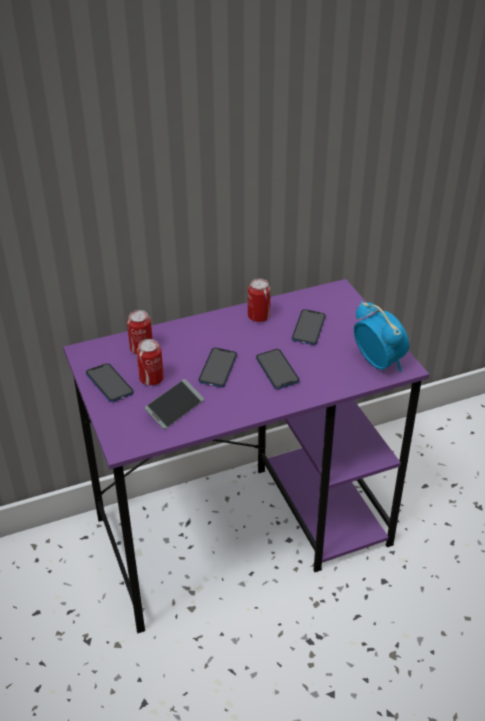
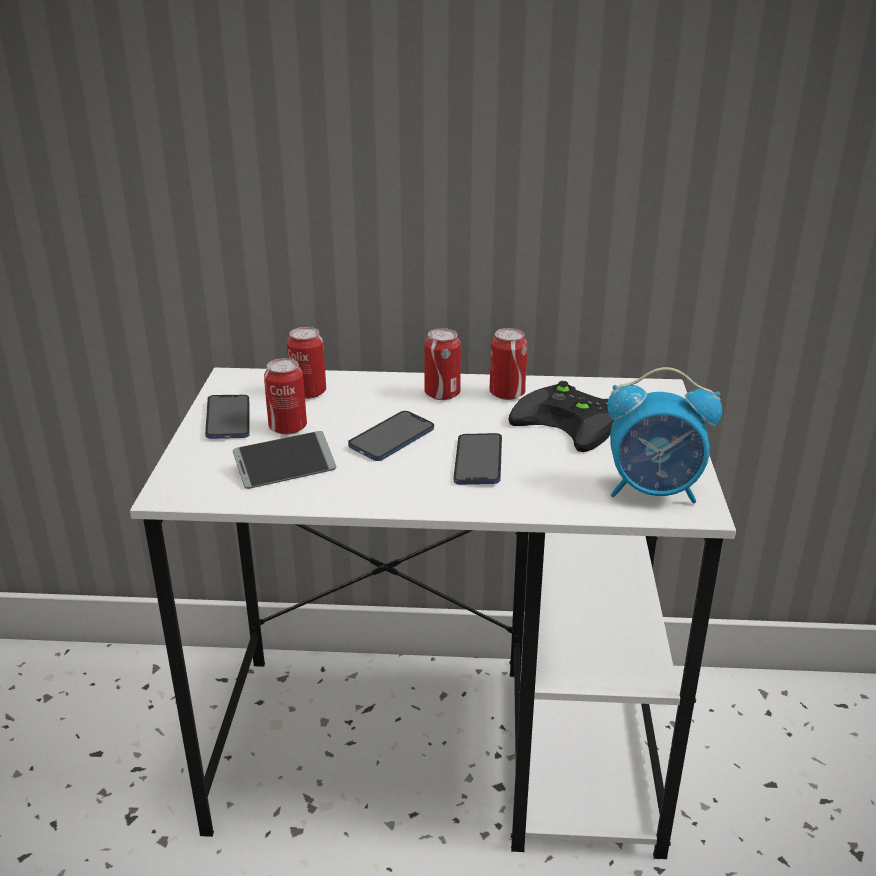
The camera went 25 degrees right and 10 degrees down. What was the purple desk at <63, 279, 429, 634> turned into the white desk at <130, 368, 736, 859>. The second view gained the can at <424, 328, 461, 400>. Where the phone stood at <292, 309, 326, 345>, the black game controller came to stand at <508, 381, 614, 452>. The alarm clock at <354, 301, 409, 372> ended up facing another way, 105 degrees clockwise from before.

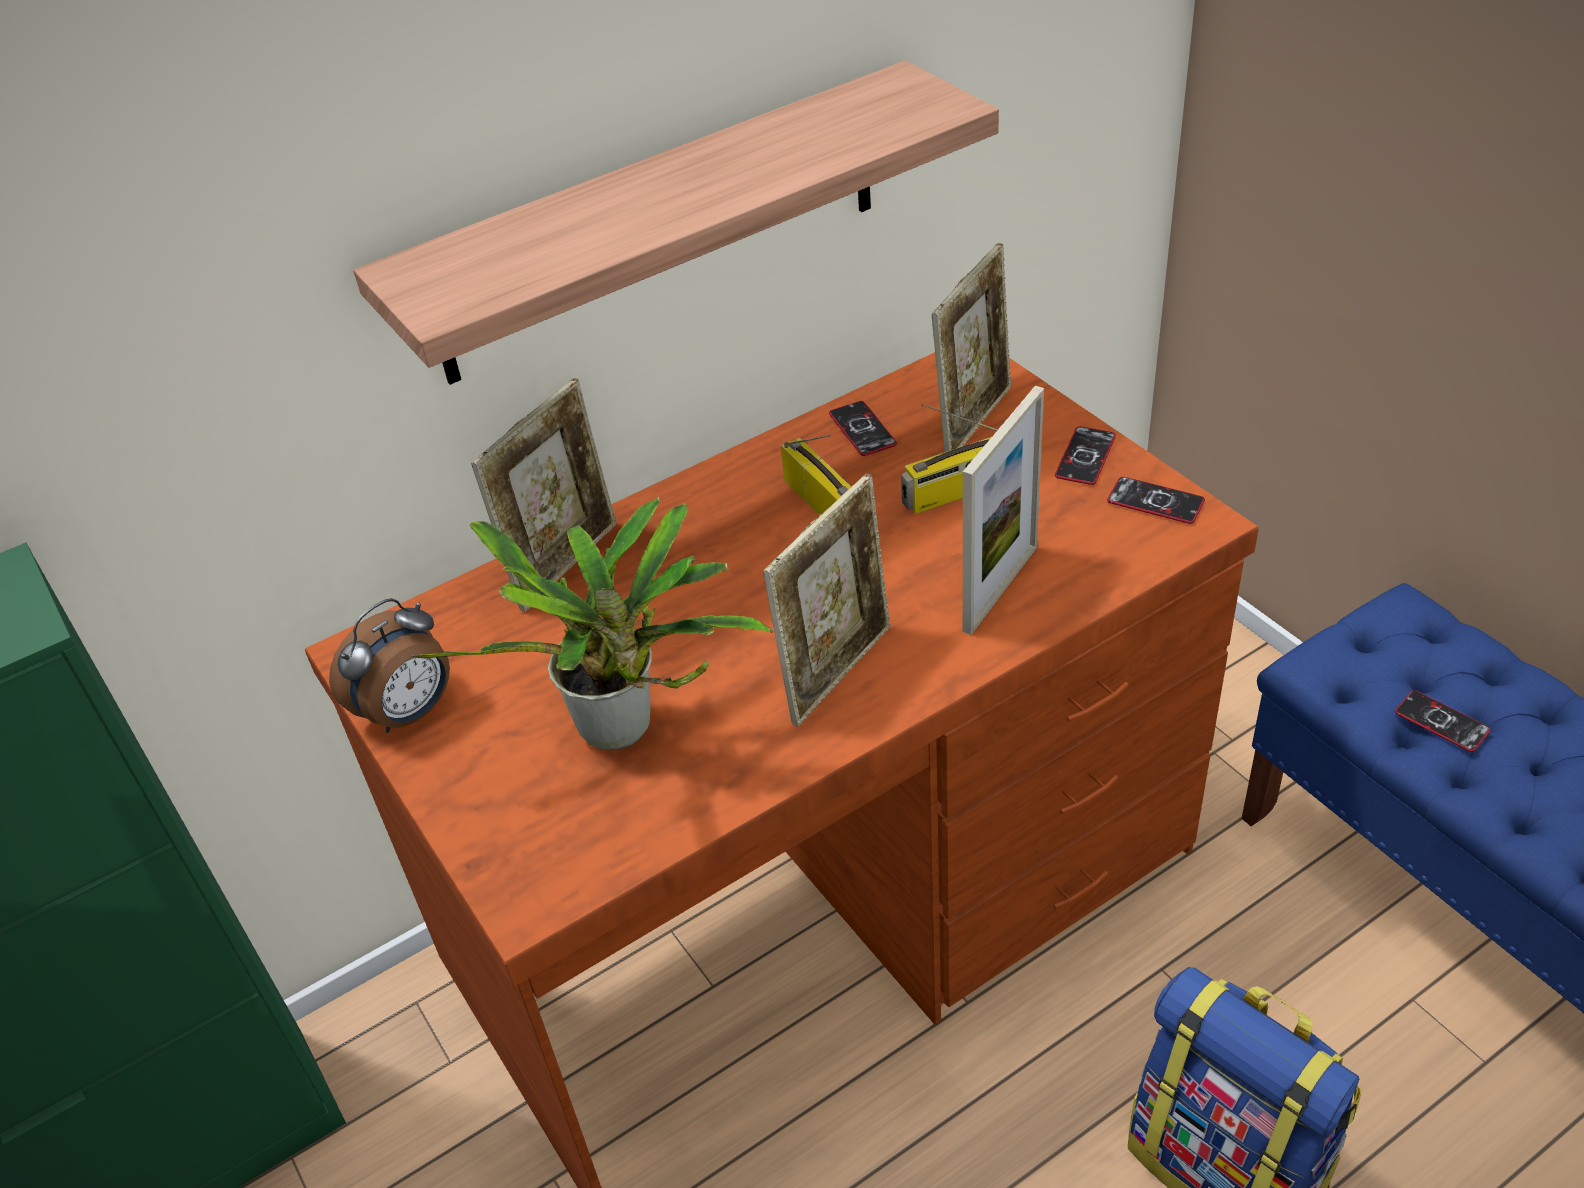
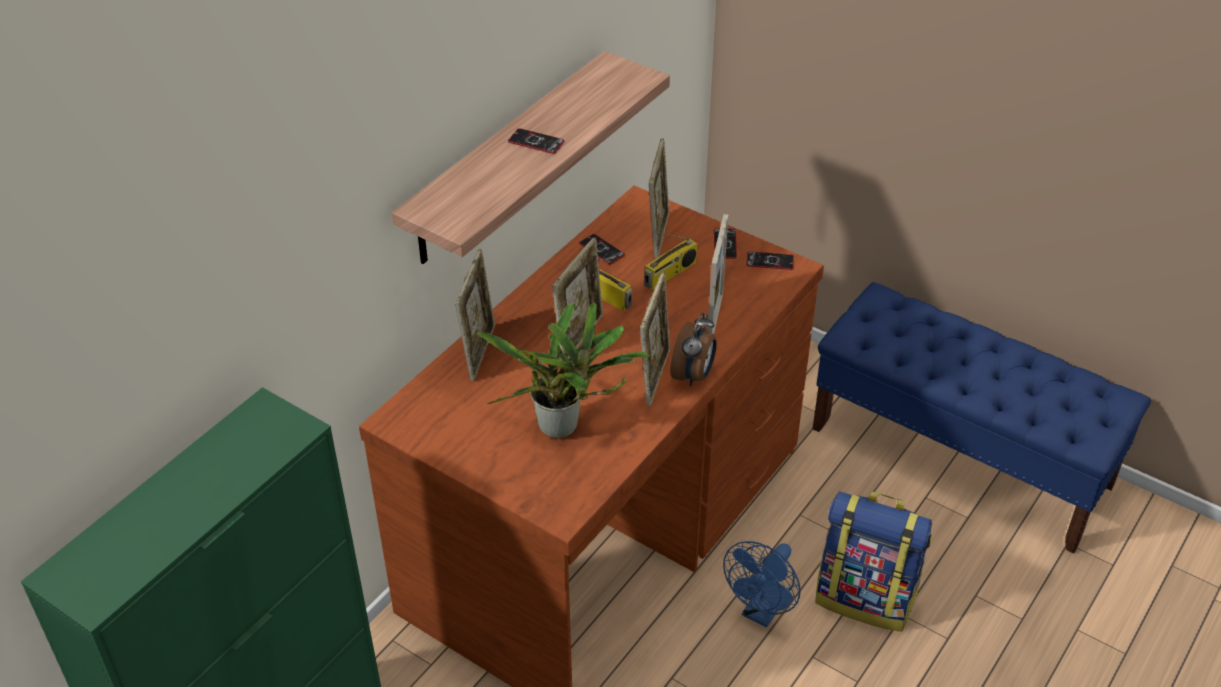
The camera went 25 degrees left and 0 degrees up. The phone ended up elsewhere, having gone from <1395, 690, 1491, 752> to <508, 128, 564, 154>. The second view gained the picture frame at <552, 237, 603, 360>. The alarm clock ended up elsewhere, having gone from <329, 598, 450, 733> to <670, 313, 717, 386>. The second view gained the blue fan at <723, 541, 801, 628>.

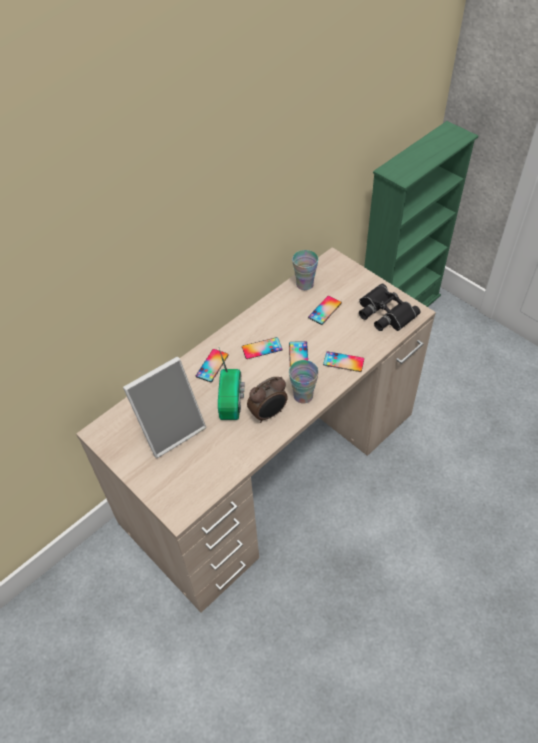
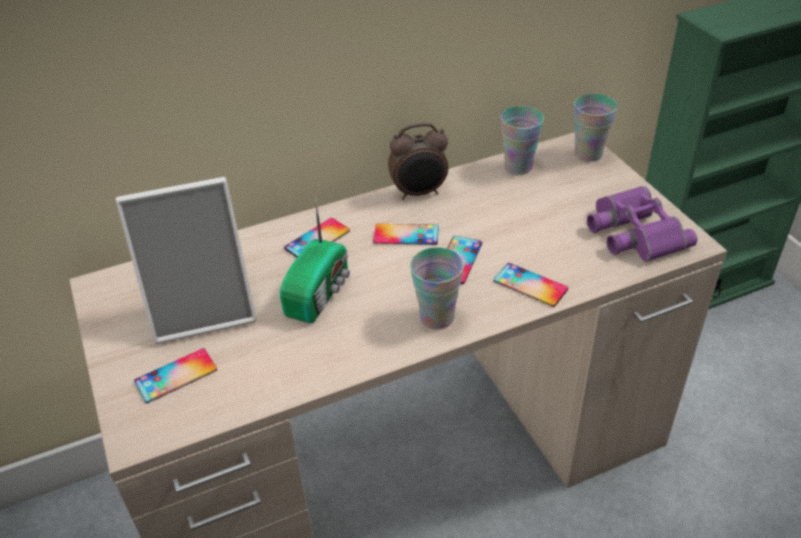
The camera went 20 degrees right and 10 degrees down. The phone ended up elsewhere, having gone from <308, 296, 342, 325> to <134, 348, 217, 403>. The alarm clock ended up elsewhere, having gone from <247, 377, 288, 423> to <388, 122, 448, 200>. The second view gained the cup at <574, 94, 617, 162>. What was the black binoculars at <359, 283, 421, 331> turned into the purple binoculars at <587, 186, 697, 262>.

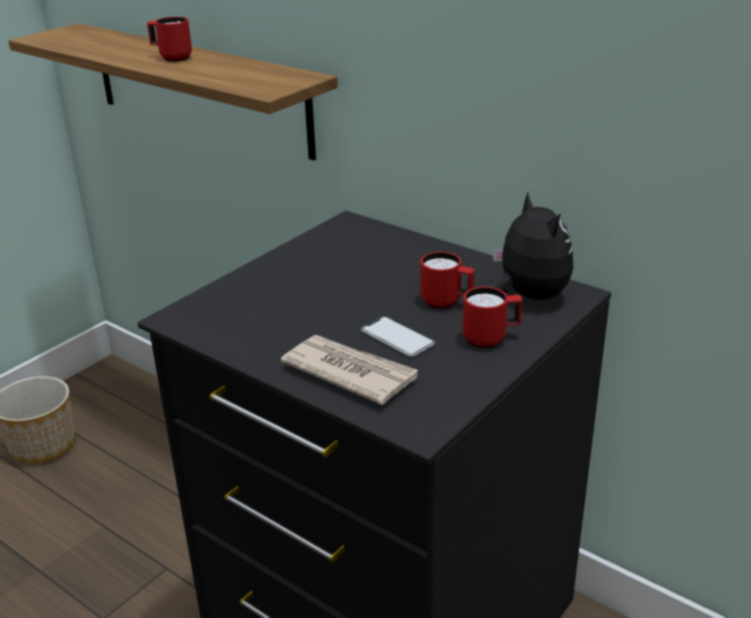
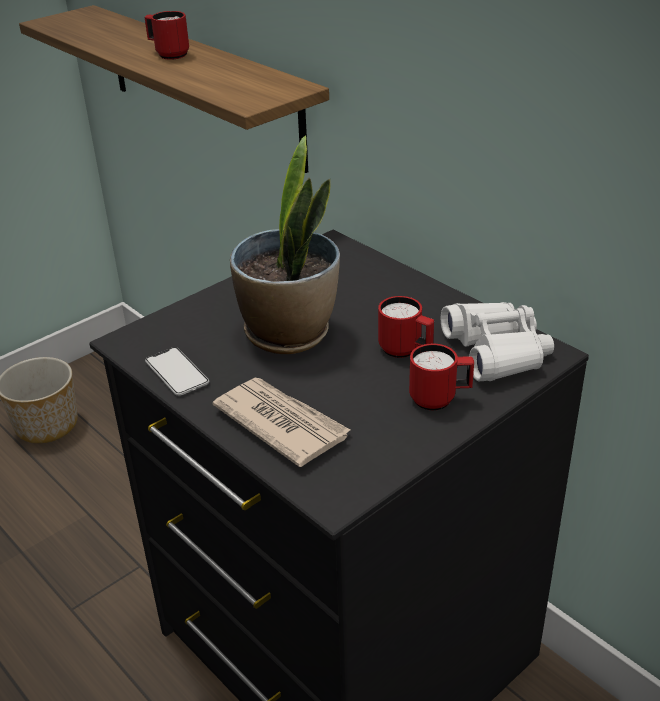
The camera went 10 degrees right and 5 degrees up. The phone ended up elsewhere, having gone from <361, 316, 435, 357> to <145, 347, 209, 396>. The second view gained the potted plant at <230, 135, 340, 354>. Where the plush toy stood at <493, 192, 573, 300>, the white binoculars came to stand at <440, 302, 554, 381>.

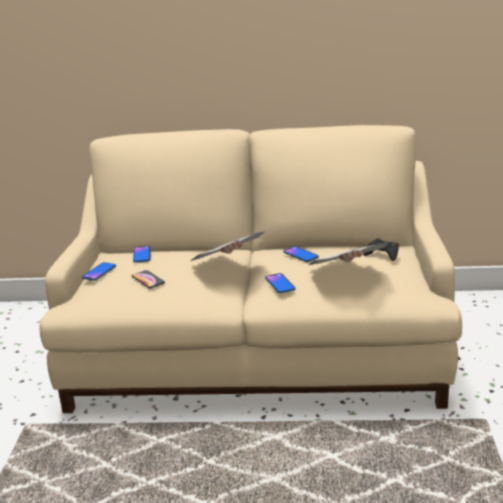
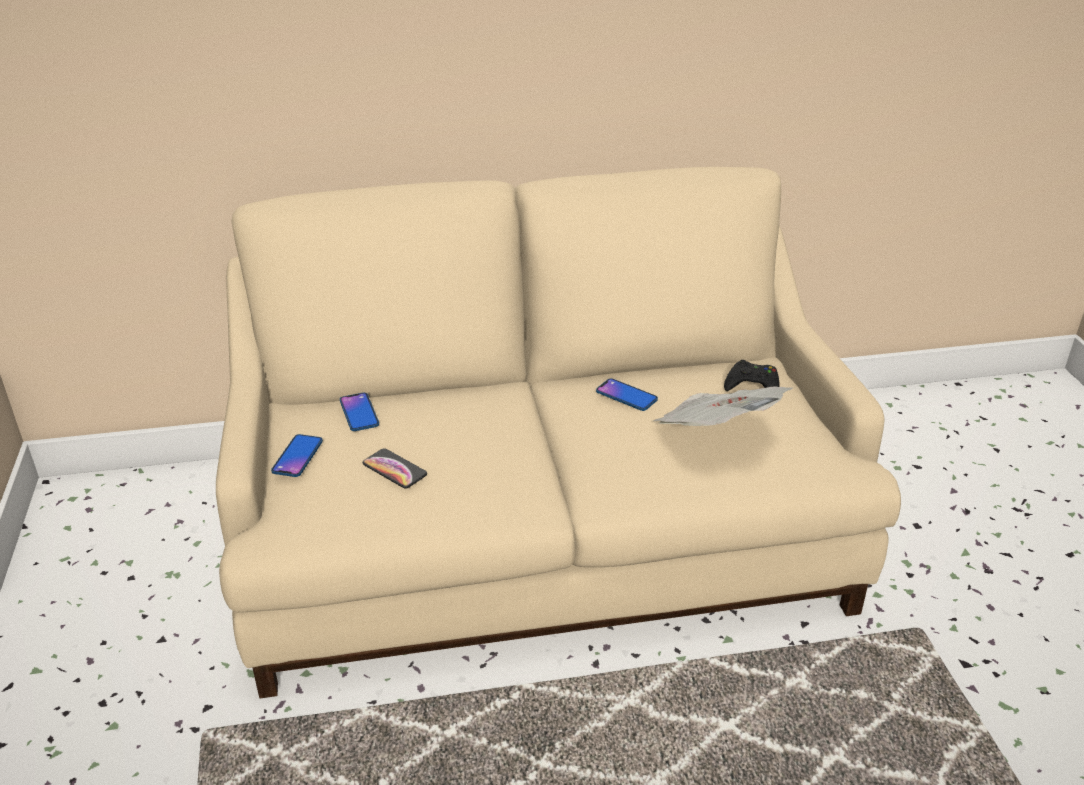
The camera went 15 degrees left and 10 degrees up. The second view lost the newspaper at <192, 232, 264, 261>. The second view lost the phone at <265, 273, 295, 293>.

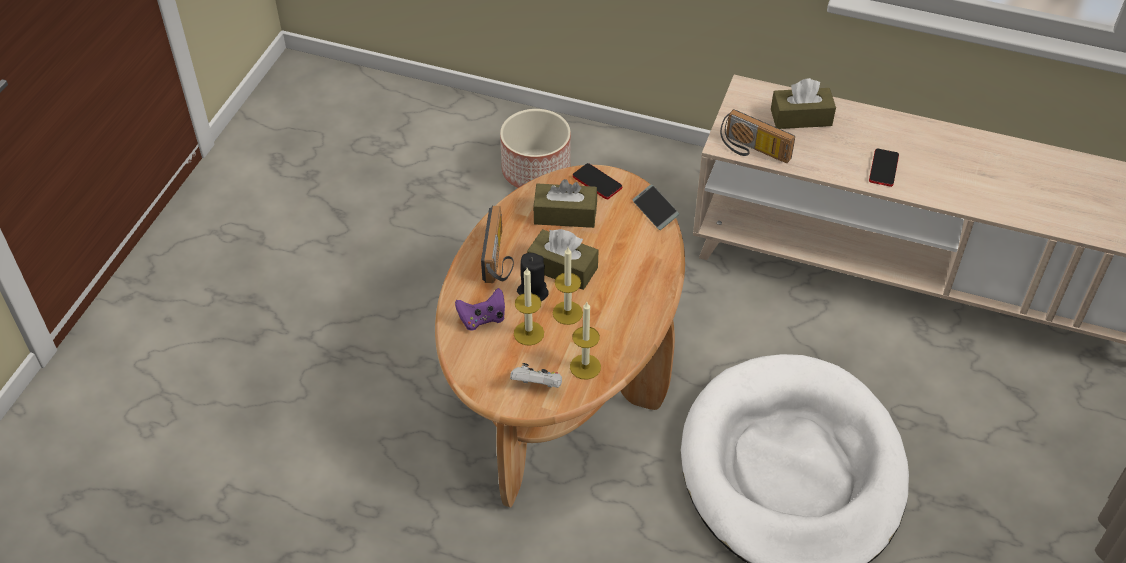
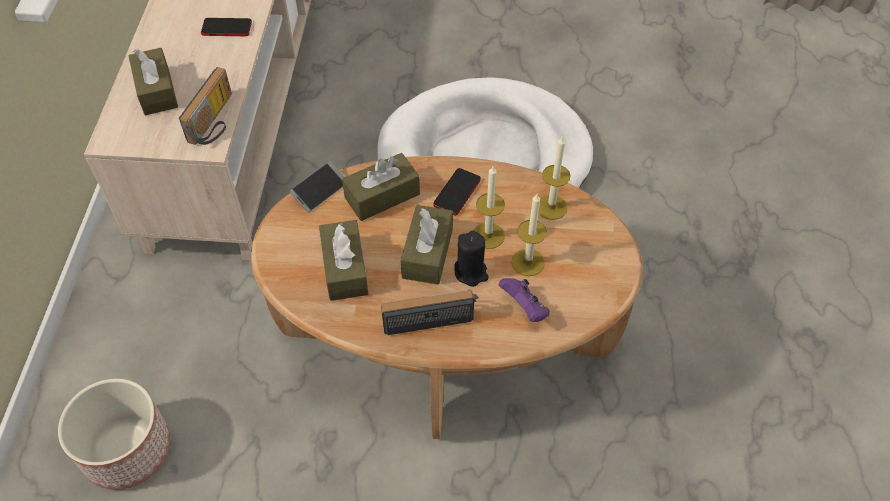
The camera went 105 degrees left and 5 degrees up. The second view gained the brown tissue box at <342, 153, 420, 221>. The phone ended up elsewhere, having gone from <573, 163, 622, 199> to <433, 168, 481, 216>. The second view lost the white game controller at <510, 363, 562, 388>.

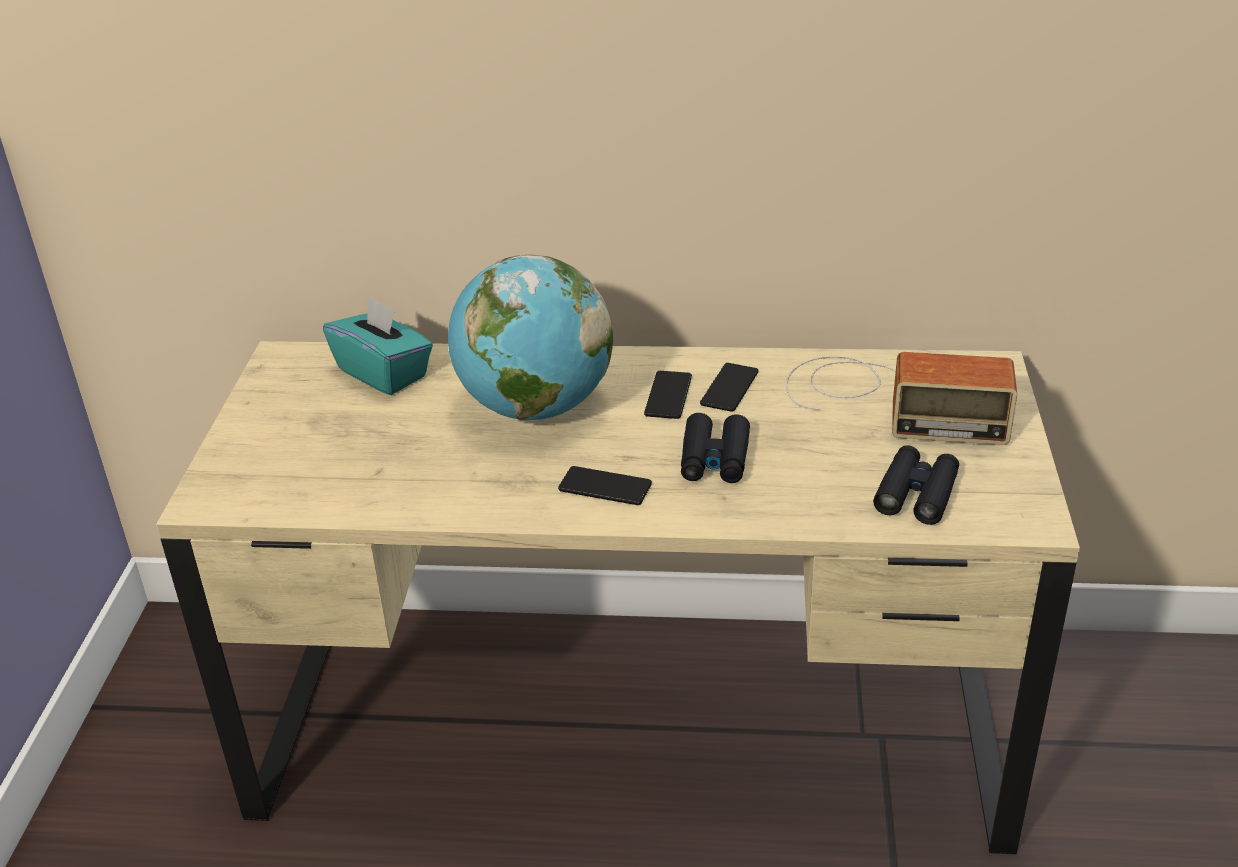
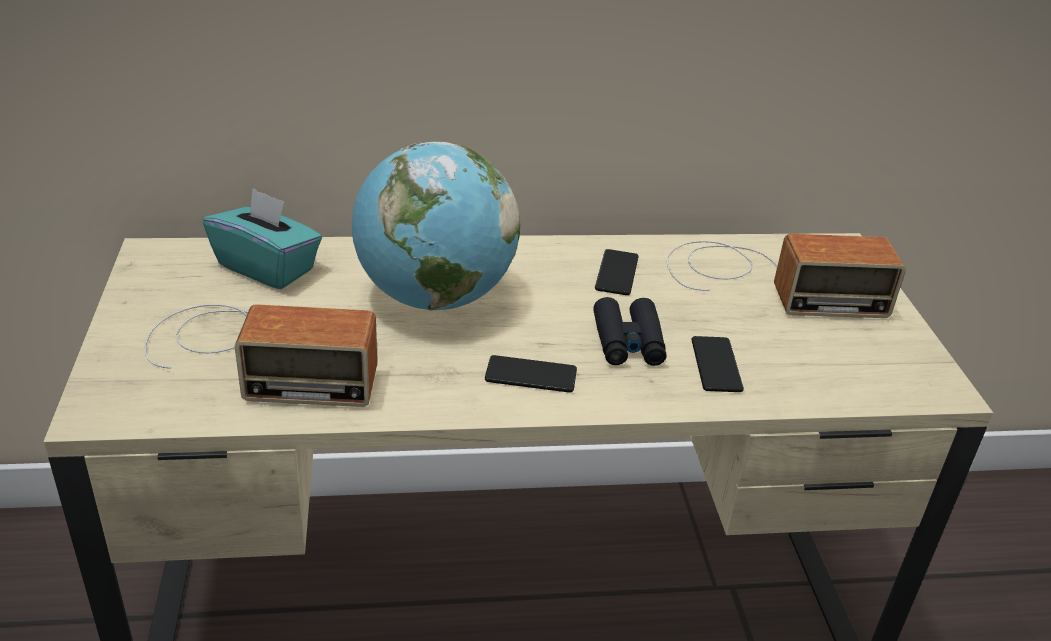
The camera went 15 degrees left and 0 degrees up. The second view gained the radio at <144, 304, 377, 407>. The phone ended up elsewhere, having gone from <644, 371, 692, 419> to <692, 336, 744, 392>. The second view lost the black binoculars at <873, 445, 959, 525>.

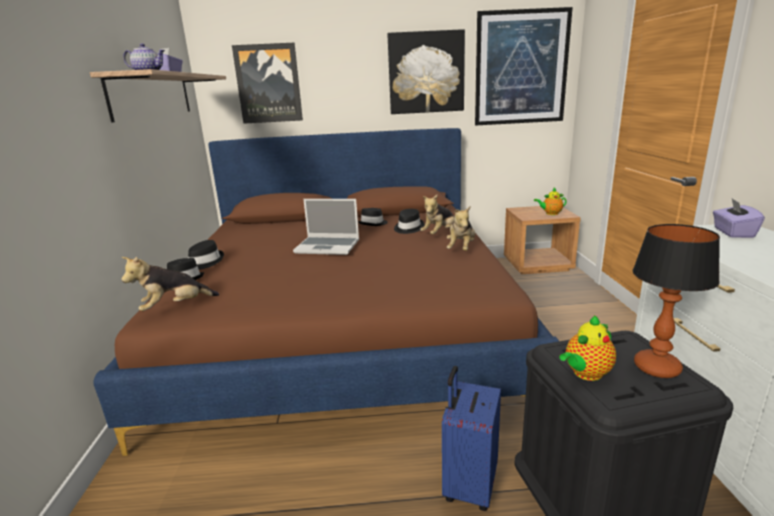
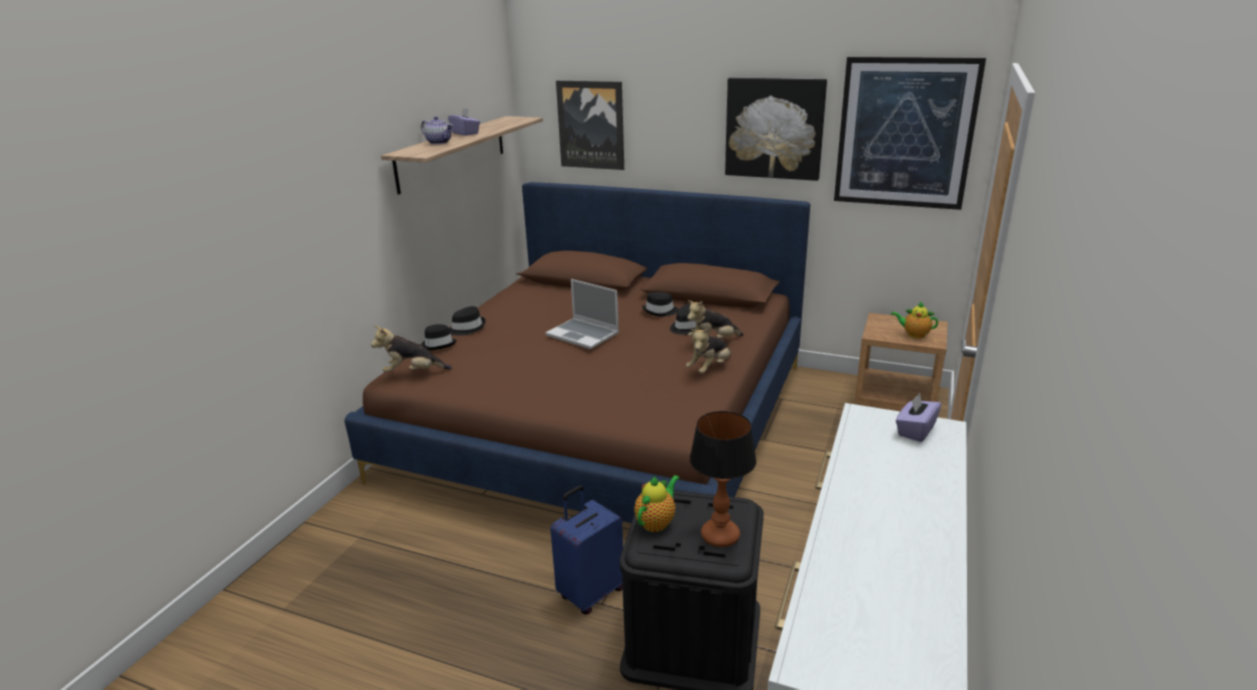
The camera went 25 degrees right and 5 degrees up. The teapot at <559, 315, 616, 381> ended up facing another way, 135 degrees clockwise from before.

